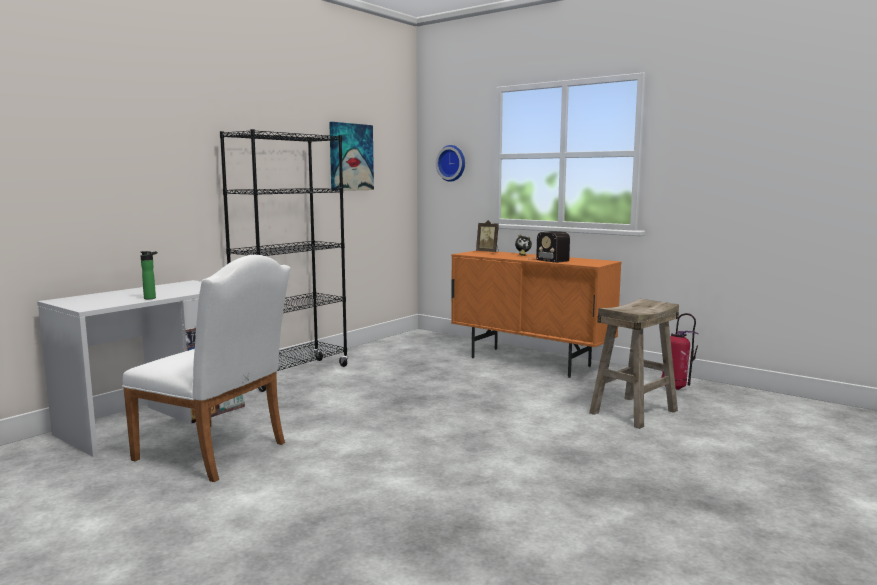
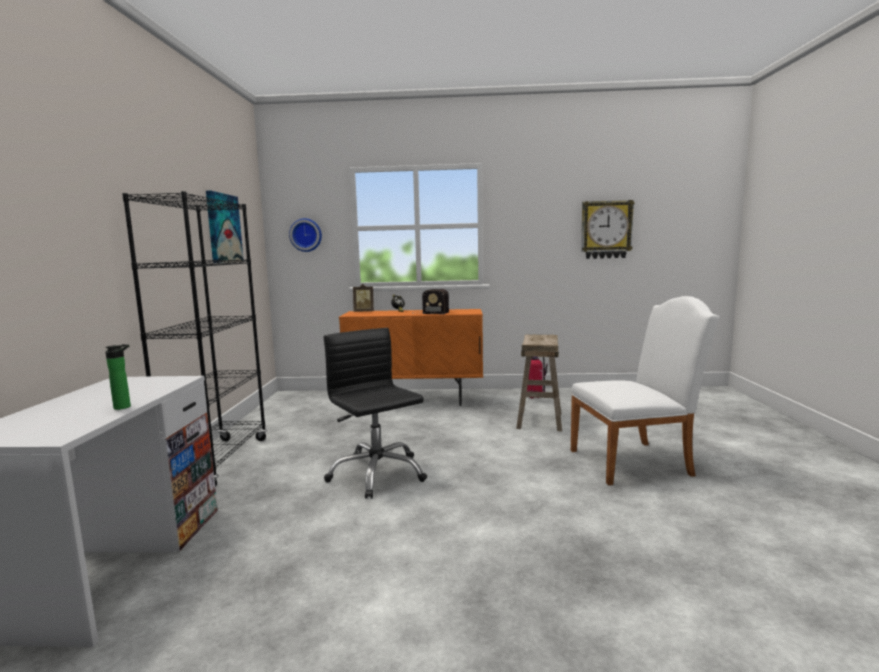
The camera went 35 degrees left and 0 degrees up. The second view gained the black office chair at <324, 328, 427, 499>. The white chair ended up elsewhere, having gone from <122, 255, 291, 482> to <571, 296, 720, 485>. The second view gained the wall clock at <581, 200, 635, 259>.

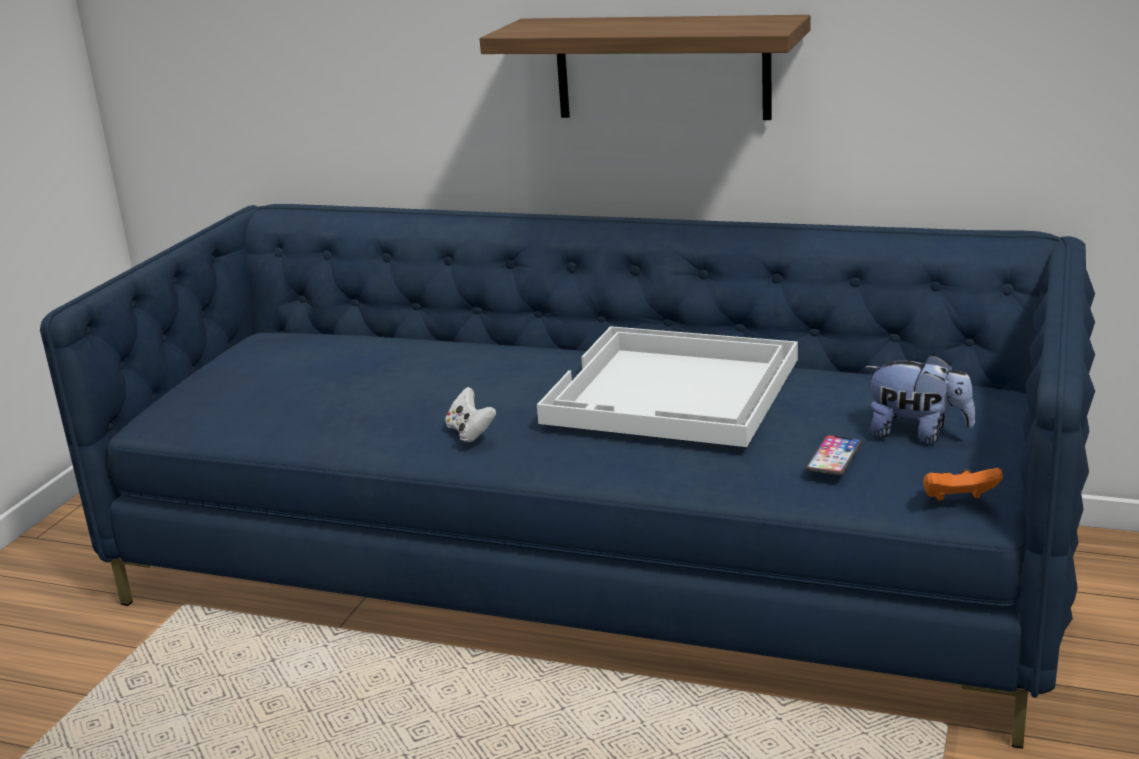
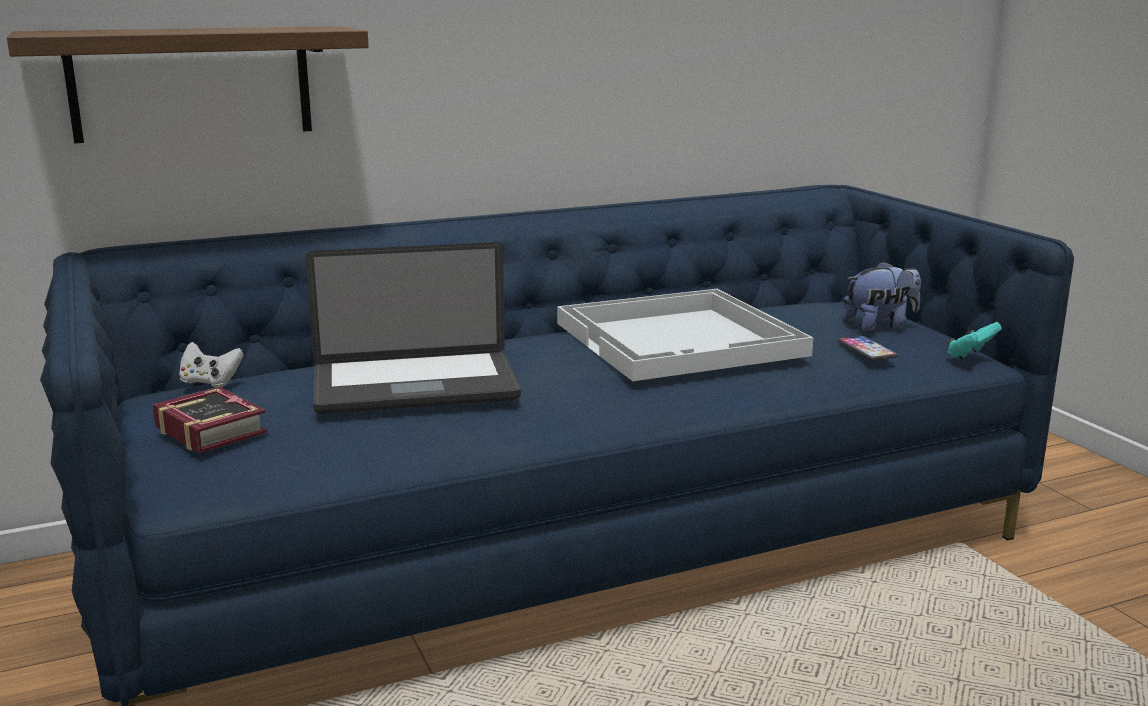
The camera went 45 degrees left and 5 degrees down. The shelf ended up elsewhere, having gone from <480, 15, 810, 120> to <7, 26, 369, 143>. The second view gained the book at <152, 387, 267, 453>. The white game controller ended up elsewhere, having gone from <445, 387, 496, 442> to <179, 342, 244, 387>. The second view gained the laptop at <305, 242, 521, 414>. What was the orange game controller at <923, 468, 1003, 501> turned into the turquoise game controller at <948, 322, 1002, 359>.

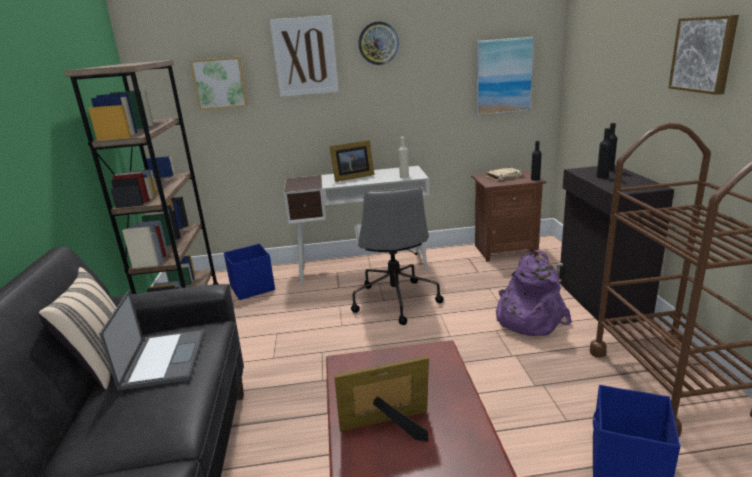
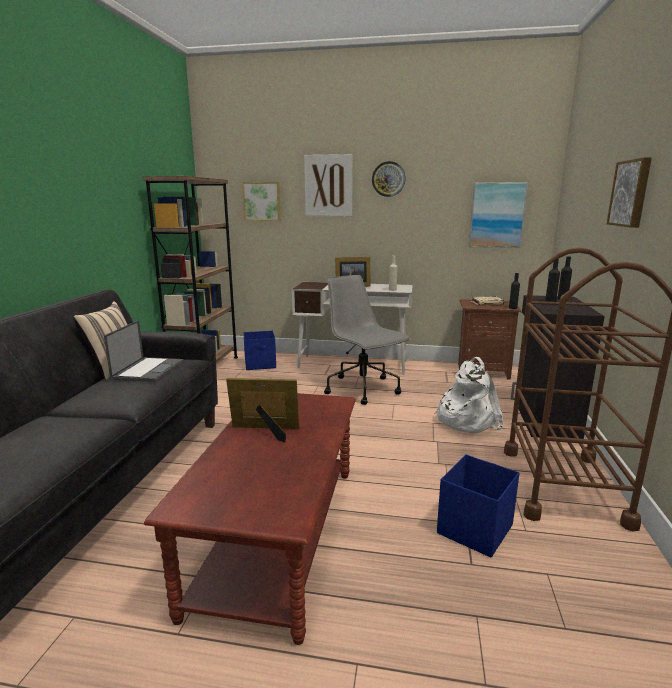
The camera went 15 degrees right and 5 degrees down. The grey office chair at <351, 186, 444, 325> ended up facing another way, 135 degrees clockwise from before. What was the purple backpack at <496, 250, 572, 336> turned into the white backpack at <434, 357, 503, 434>.

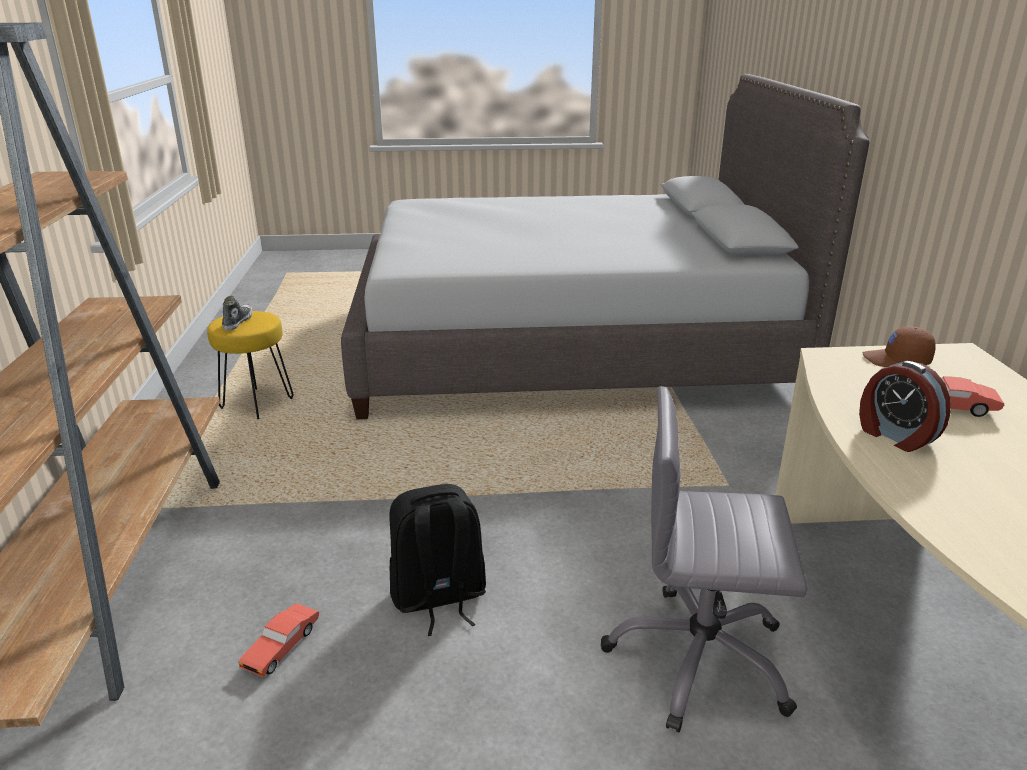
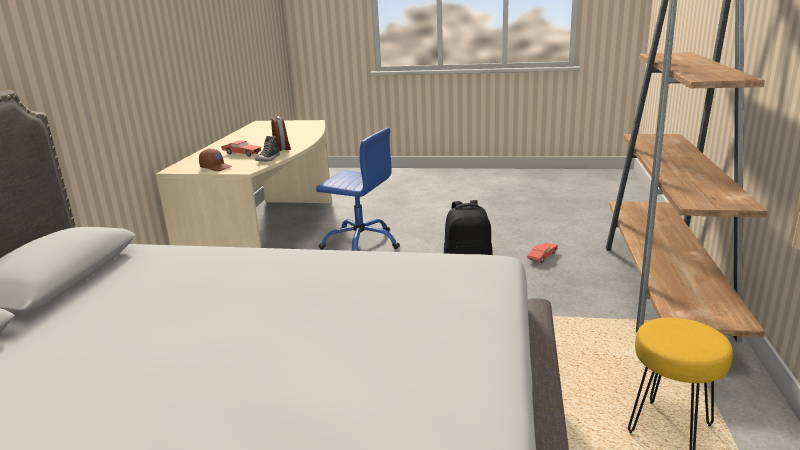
The camera went 165 degrees left and 5 degrees down. The shoe ended up elsewhere, having gone from <222, 296, 252, 331> to <255, 136, 280, 162>. What was the grey office chair at <601, 386, 807, 733> turned into the blue office chair at <316, 128, 400, 251>.

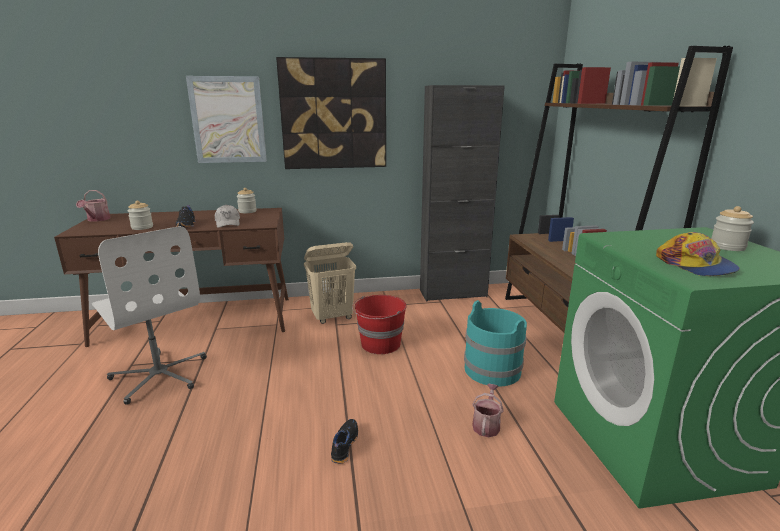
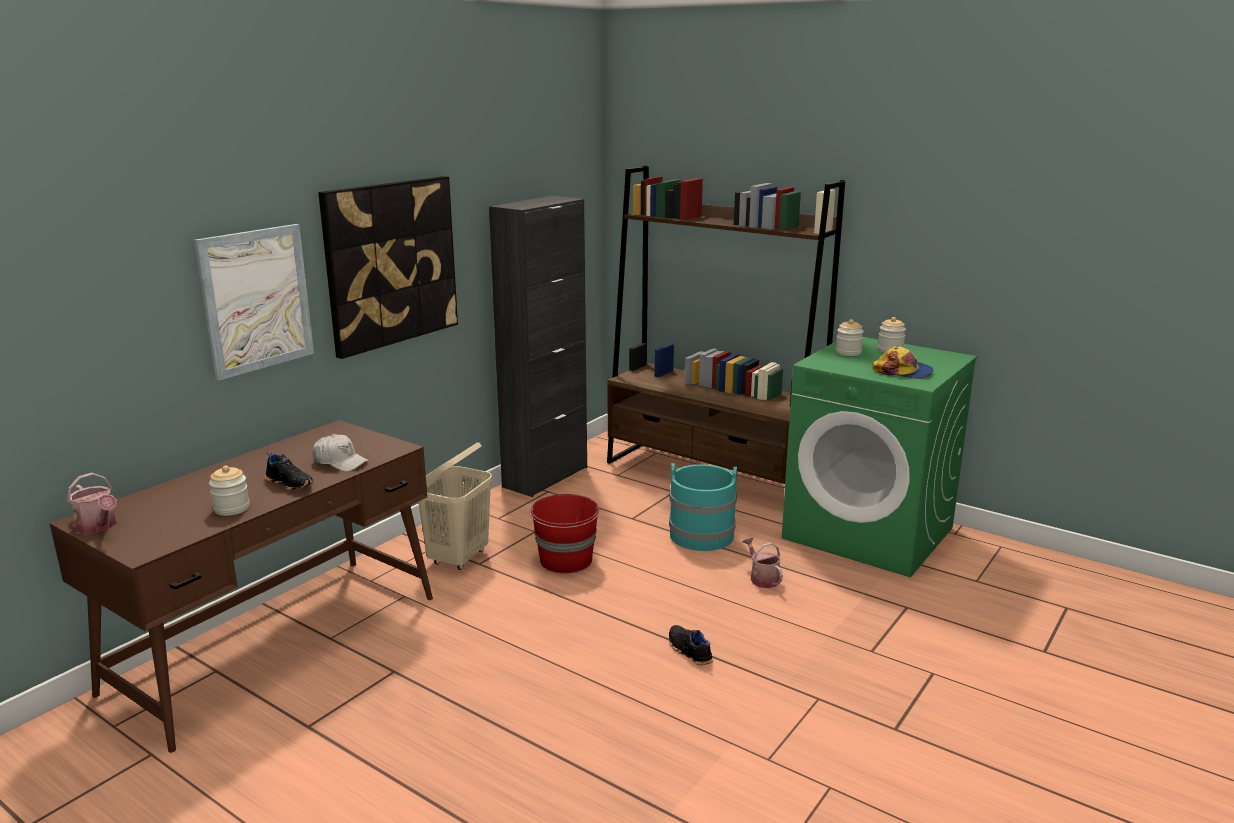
The camera went 45 degrees left and 0 degrees up. The jar ended up elsewhere, having gone from <237, 188, 257, 213> to <836, 319, 864, 356>. The second view lost the white office chair at <92, 226, 207, 405>.

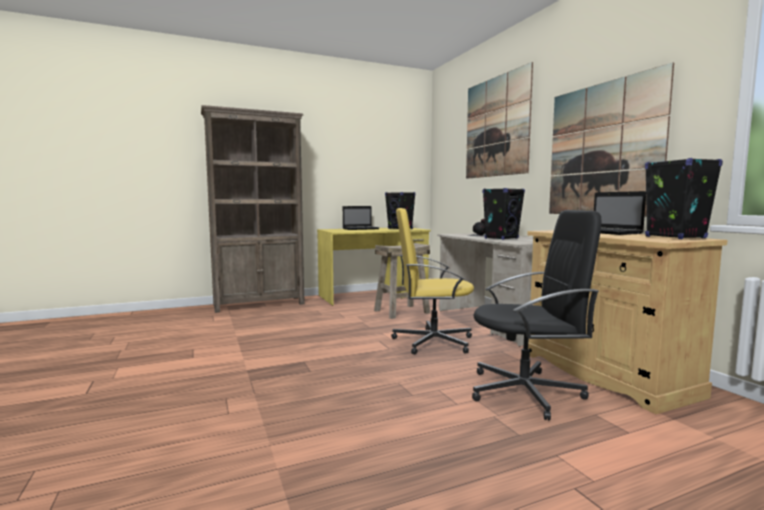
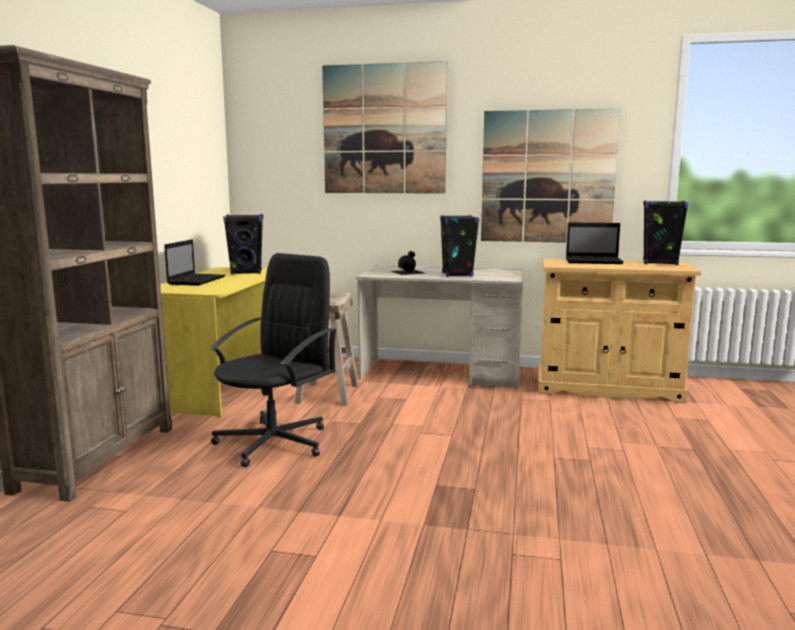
The camera went 55 degrees left and 5 degrees up. The black office chair ended up elsewhere, having gone from <472, 210, 601, 420> to <210, 253, 338, 467>. The second view lost the yellow office chair at <391, 208, 474, 355>.

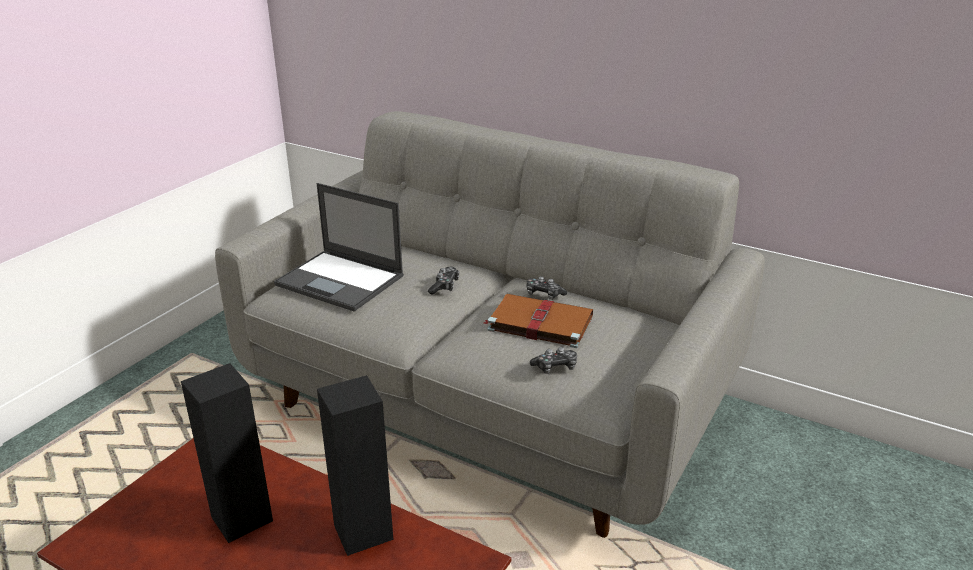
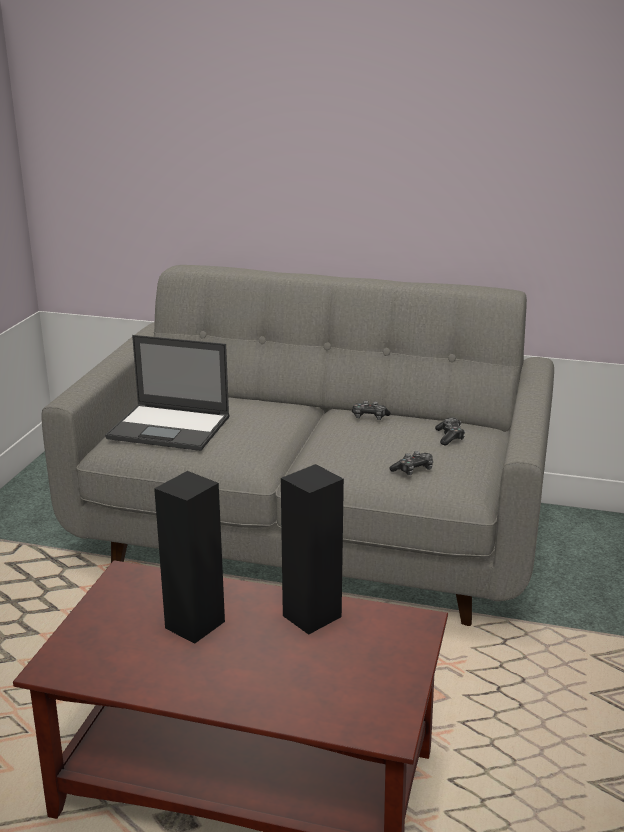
The camera went 15 degrees left and 5 degrees down. The game controller ended up elsewhere, having gone from <428, 267, 460, 295> to <435, 417, 465, 445>. The second view lost the brown book at <484, 294, 593, 348>.

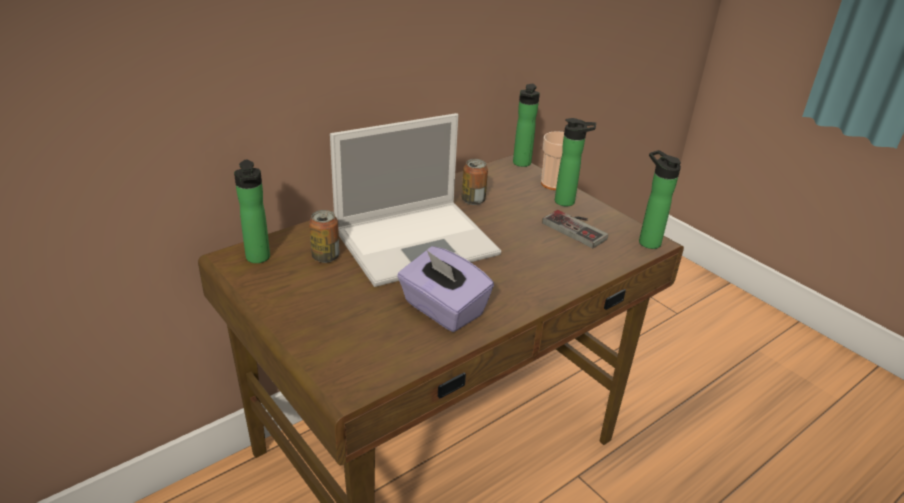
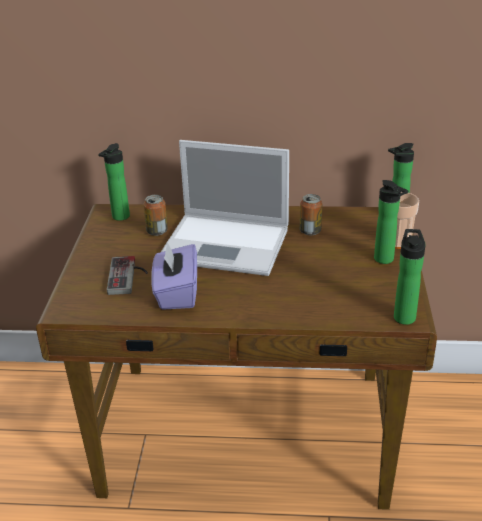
The camera went 45 degrees right and 0 degrees up. The game controller ended up elsewhere, having gone from <542, 210, 608, 249> to <107, 256, 148, 295>.

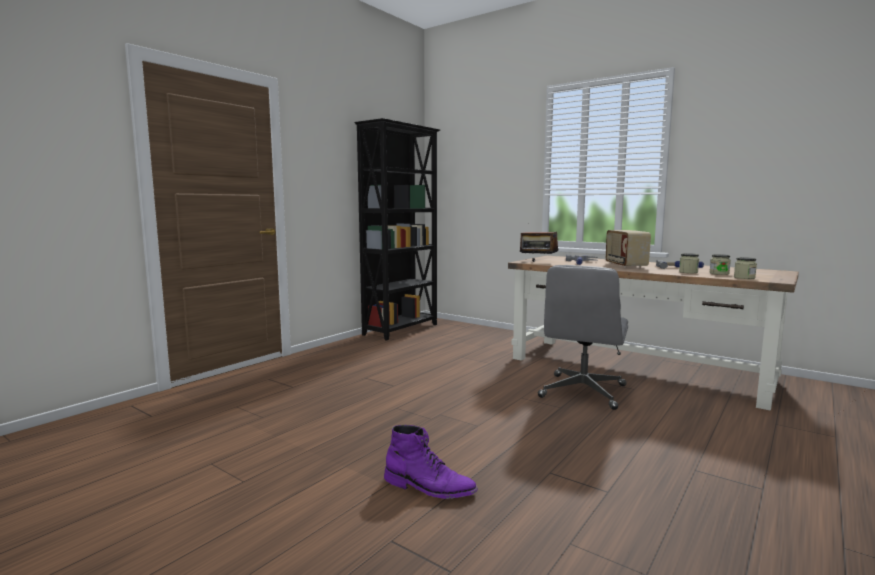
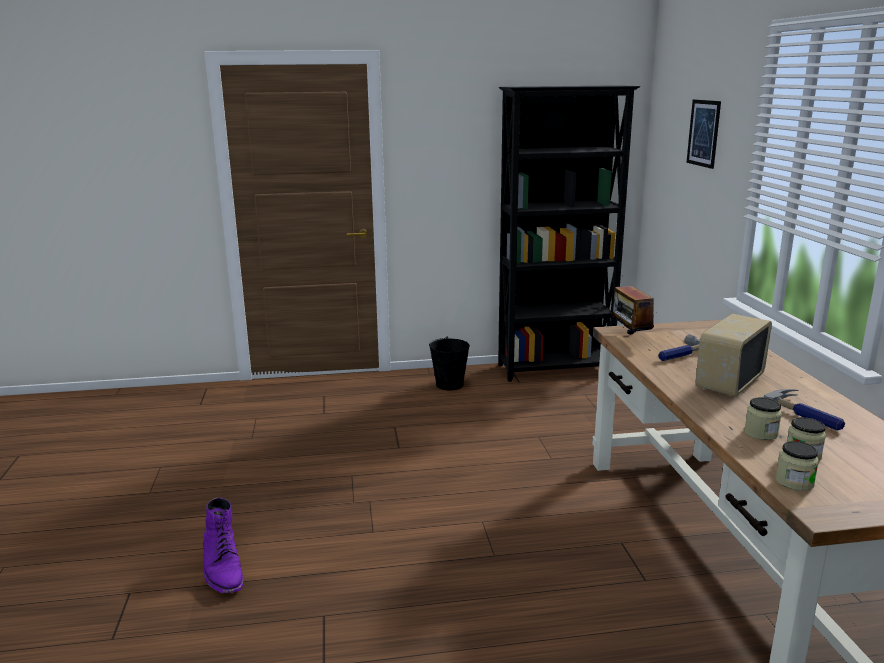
The camera went 45 degrees right and 10 degrees up. The second view gained the black bucket at <429, 337, 470, 390>. The second view gained the picture at <686, 99, 721, 169>. The second view lost the grey office chair at <538, 265, 628, 410>.

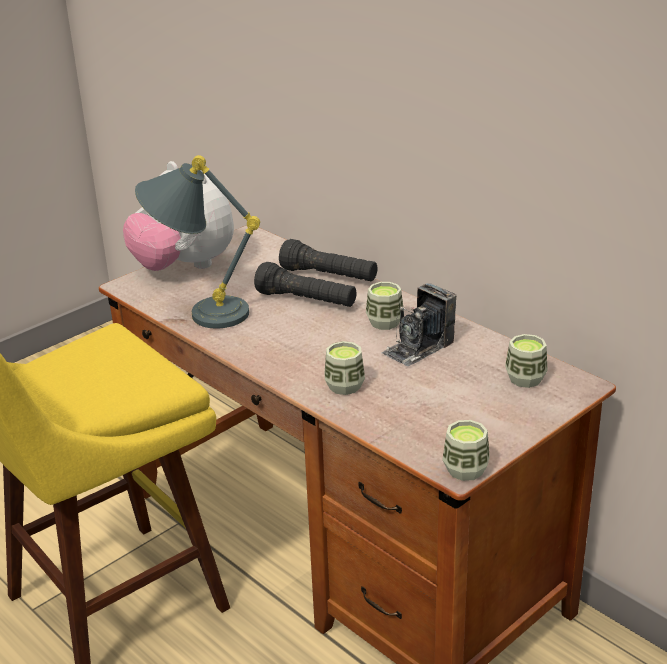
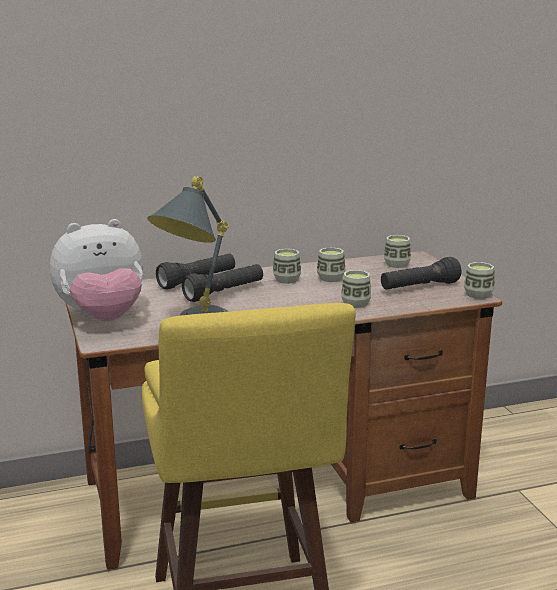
The camera went 65 degrees left and 10 degrees down. Where the photo camera stood at <381, 283, 456, 366>, the cup came to stand at <317, 247, 345, 282>. The second view gained the black flashlight at <381, 257, 461, 290>.

